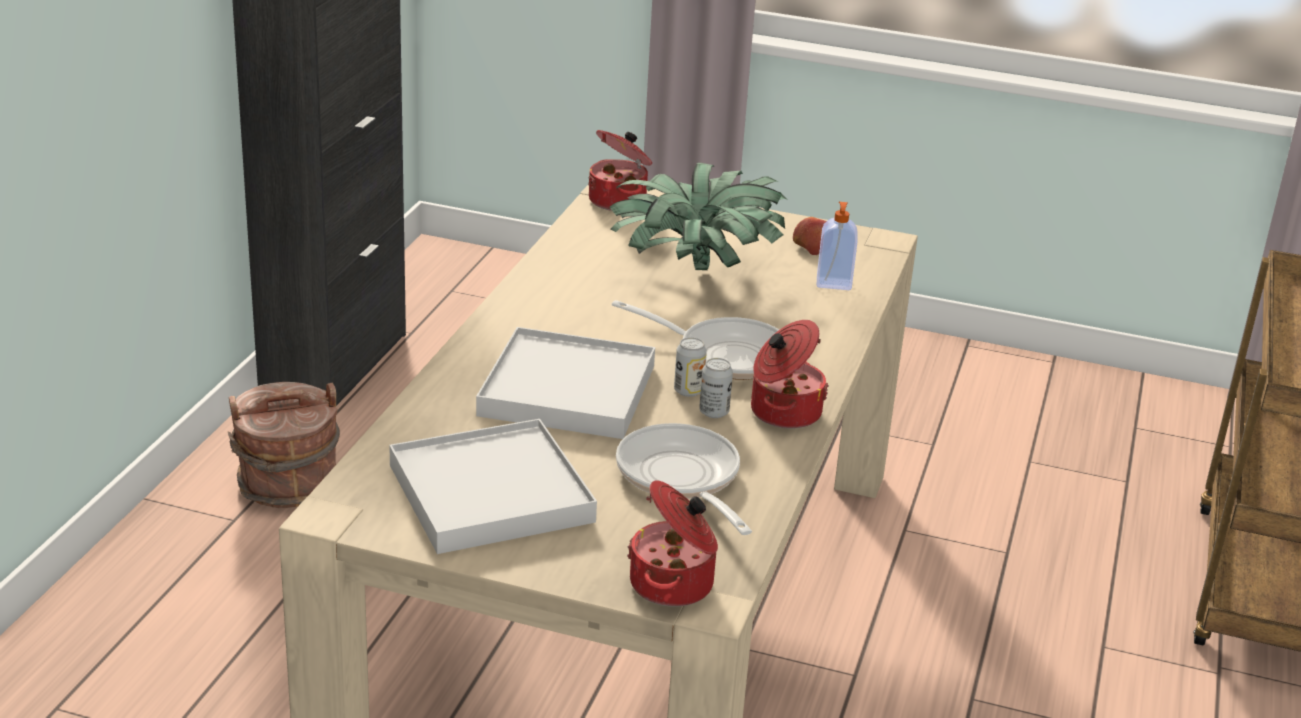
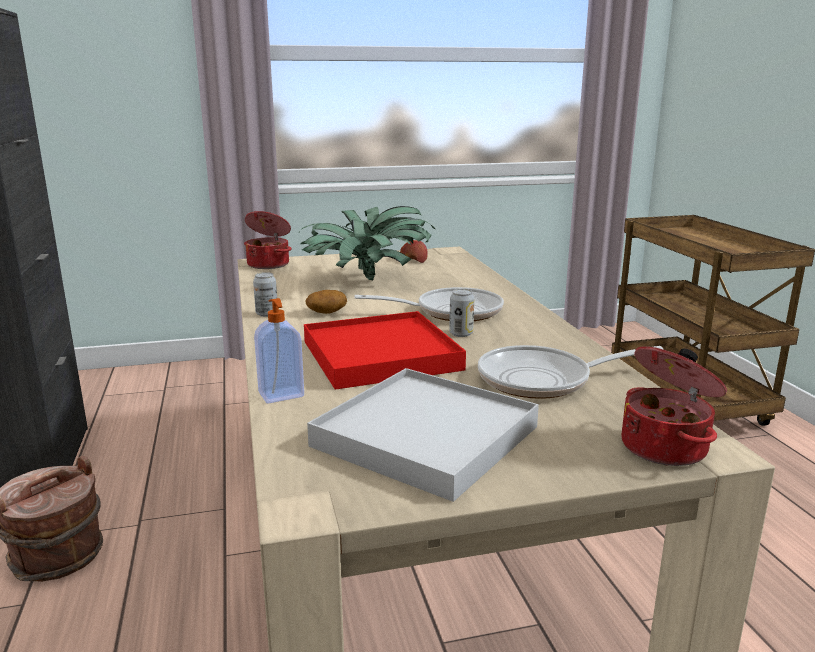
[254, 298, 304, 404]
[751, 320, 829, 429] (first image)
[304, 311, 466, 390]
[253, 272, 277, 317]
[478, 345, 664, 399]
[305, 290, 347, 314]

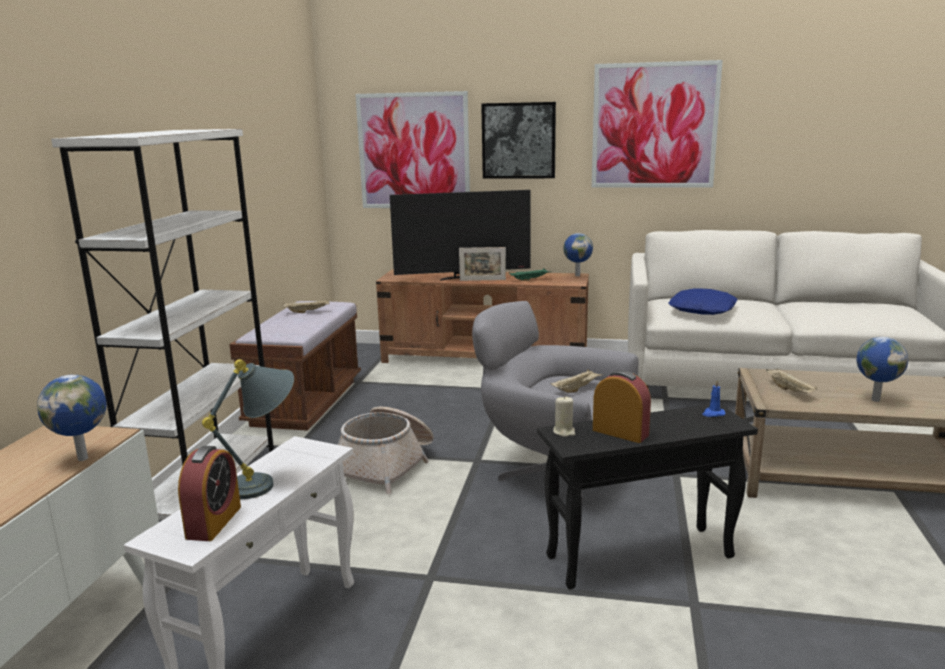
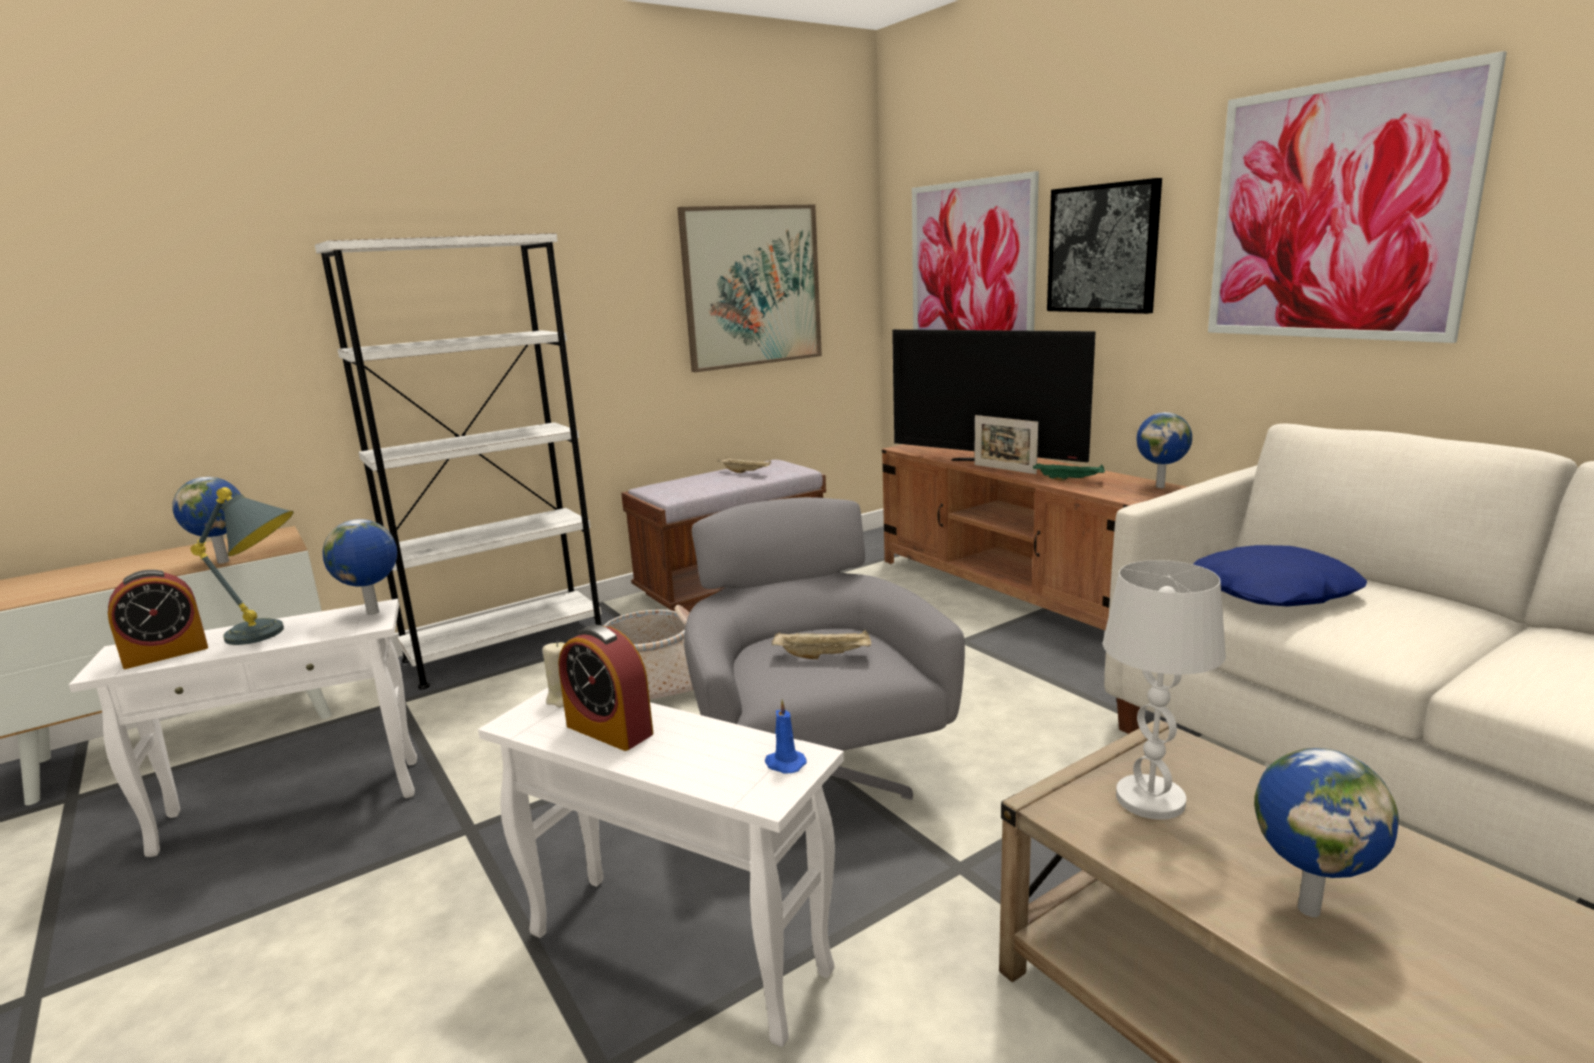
[1103, 560, 1226, 820]
[558, 625, 653, 751]
[478, 688, 844, 1047]
[677, 205, 822, 372]
[322, 519, 397, 615]

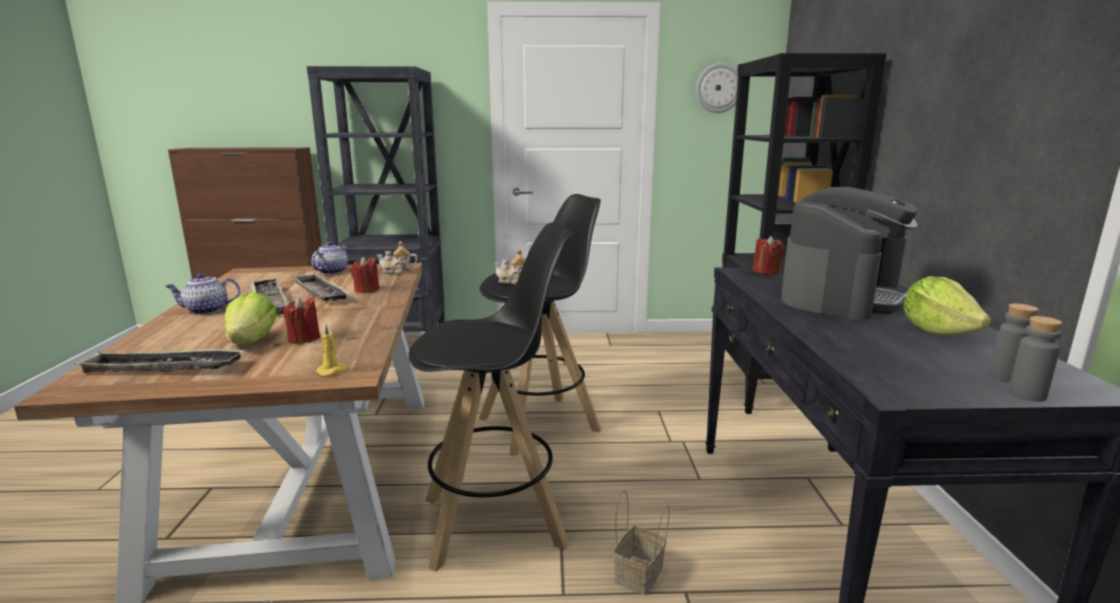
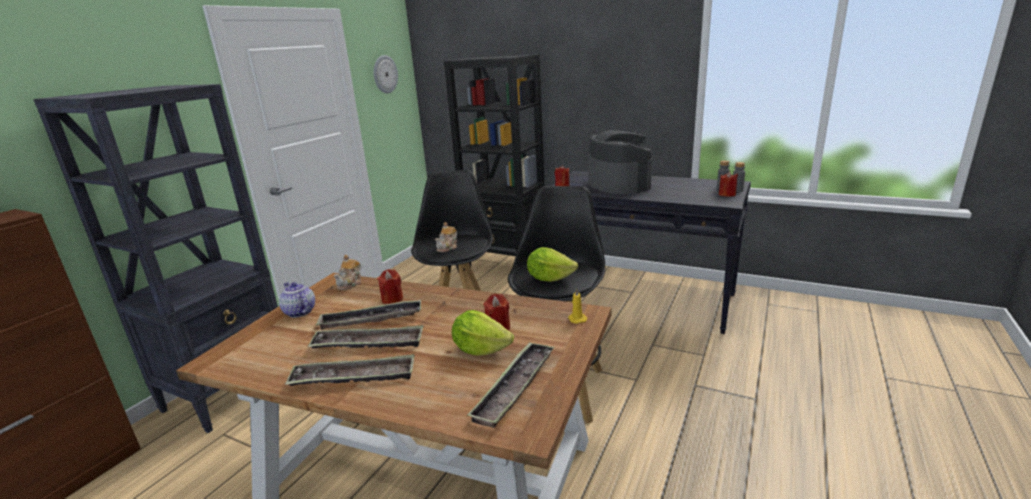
[285, 354, 414, 386]
[527, 247, 578, 282]
[613, 490, 669, 595] (first image)
[719, 172, 738, 197]

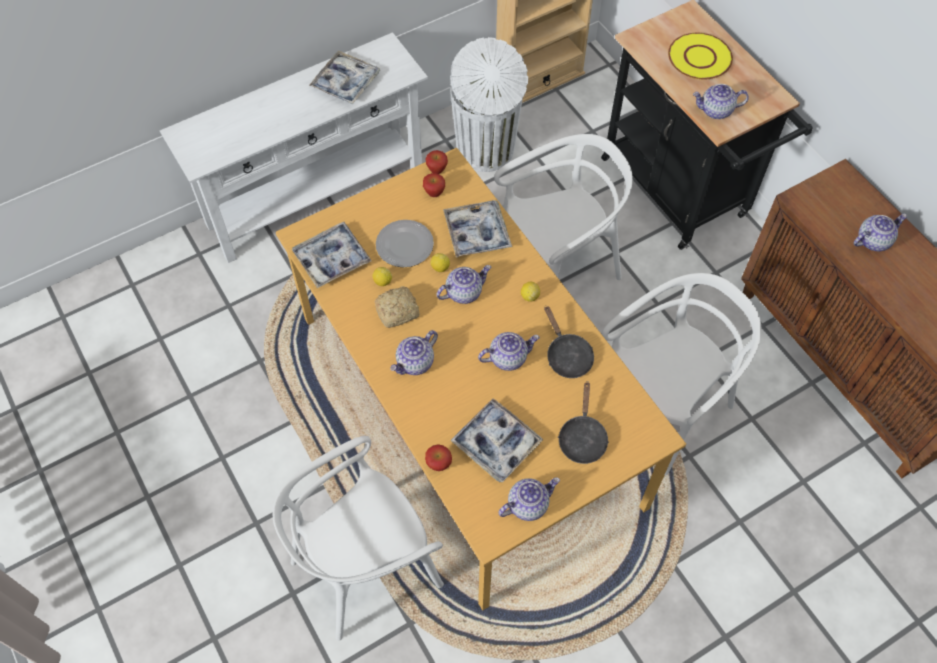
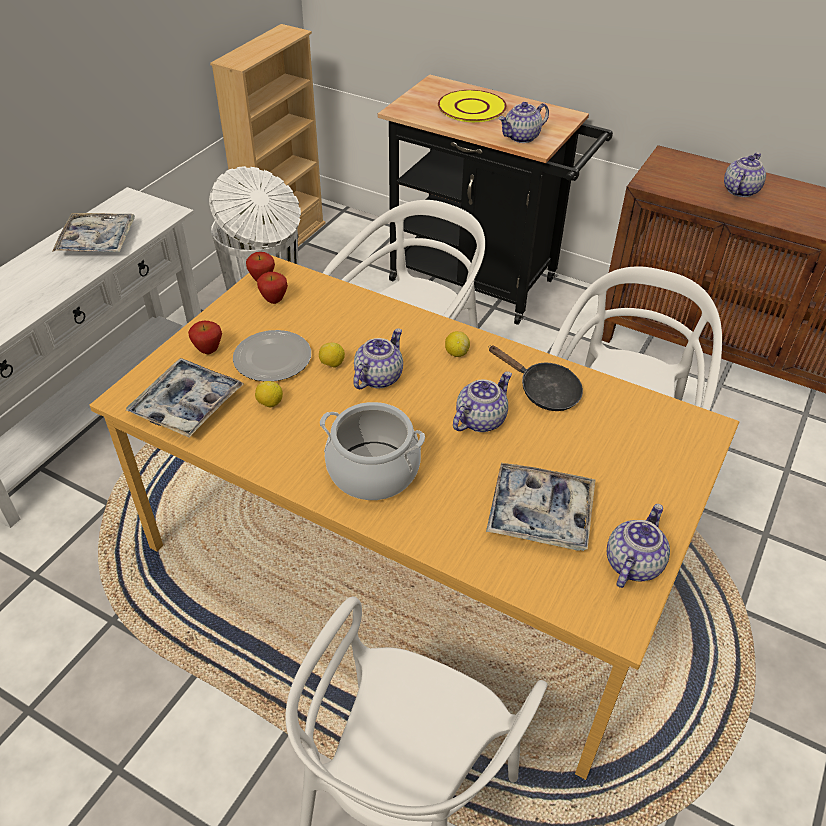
[443, 200, 512, 257] (first image)
[375, 286, 420, 328] (first image)
[320, 402, 425, 500]
[558, 381, 609, 464] (first image)
[188, 321, 222, 354]

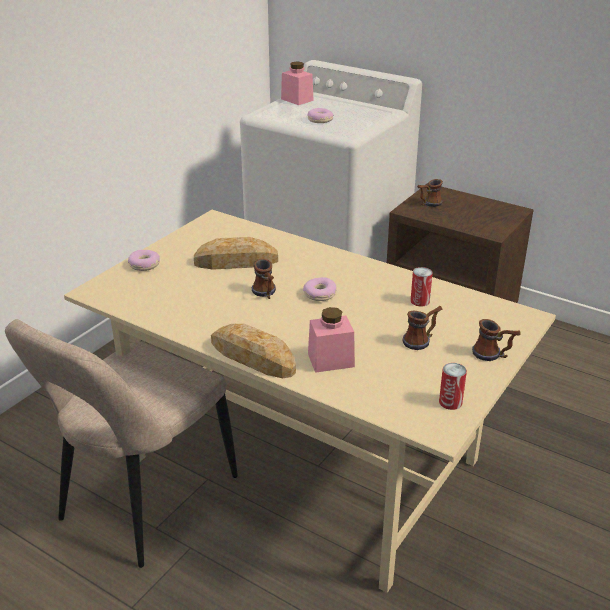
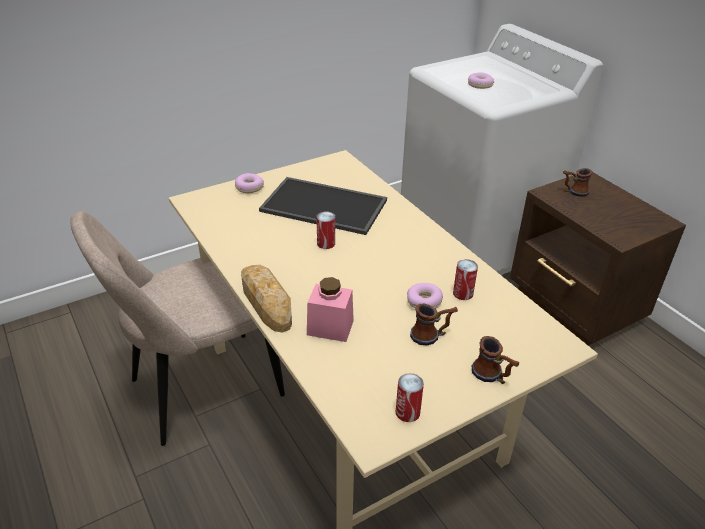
[281, 62, 314, 105] (first image)
[259, 177, 387, 235]
[316, 212, 335, 249]
[407, 283, 443, 309]

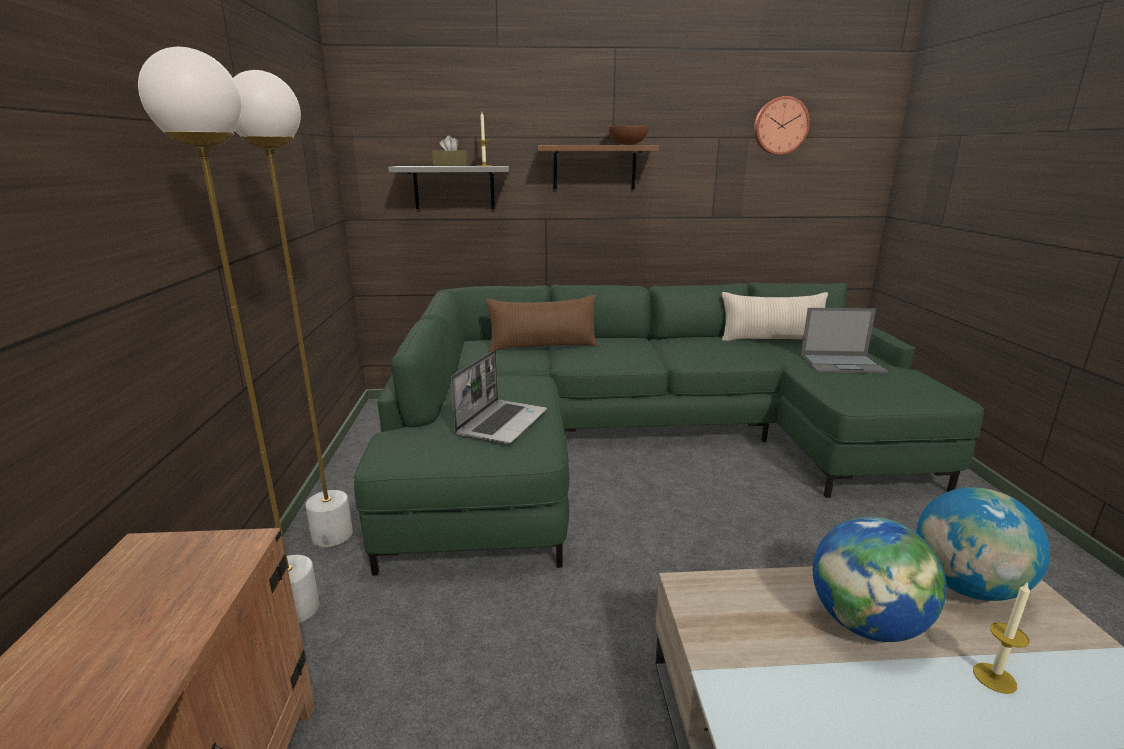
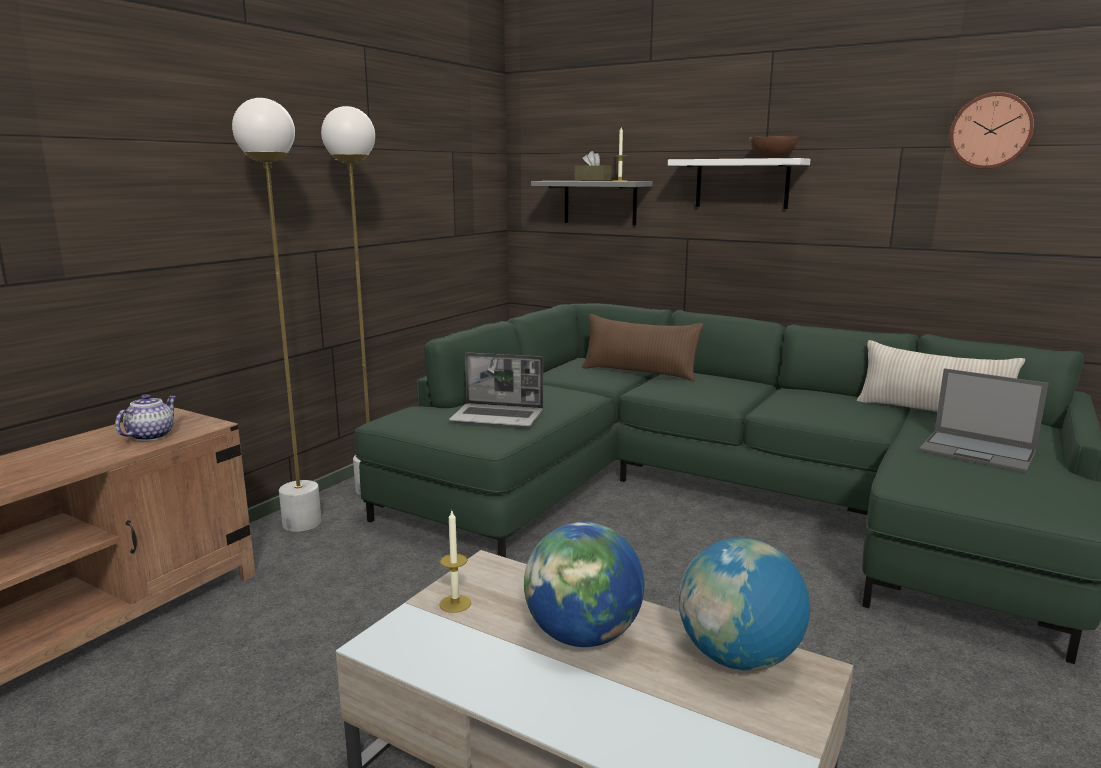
[668, 158, 811, 209]
[449, 353, 543, 427]
[439, 511, 471, 613]
[115, 394, 177, 441]

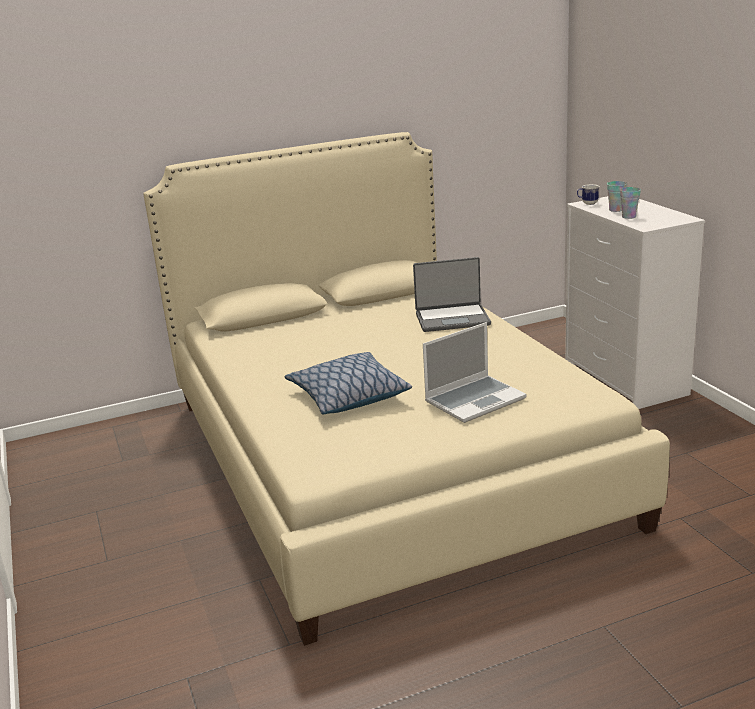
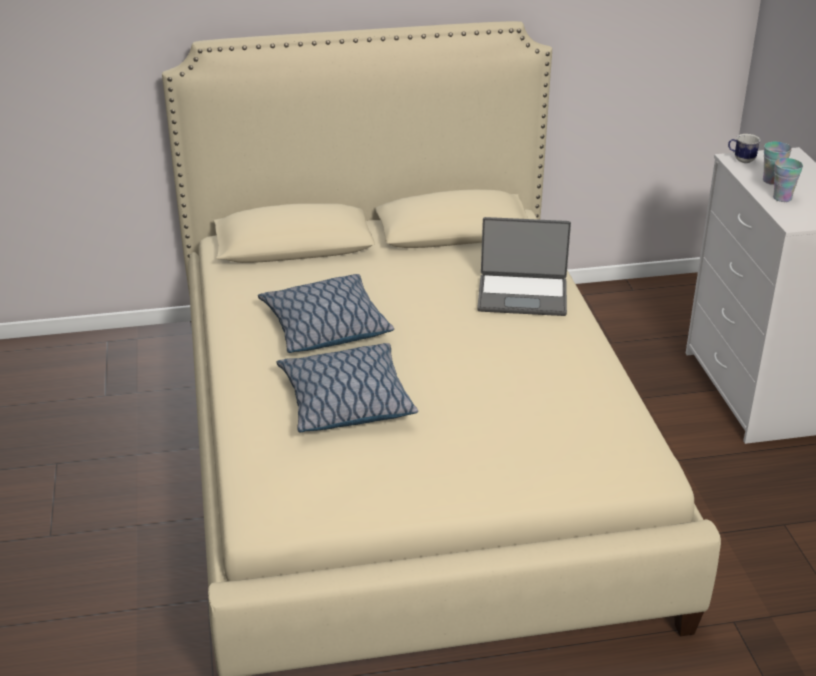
[423, 322, 527, 423] (first image)
[258, 274, 394, 353]

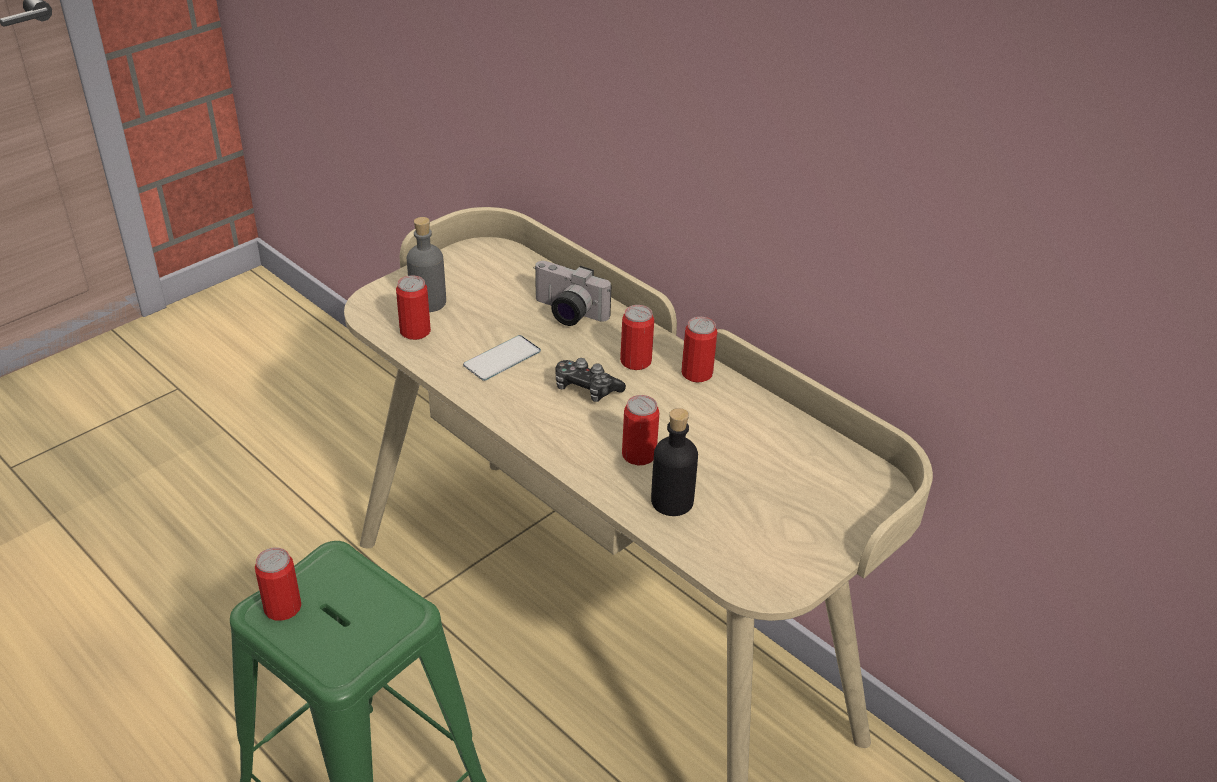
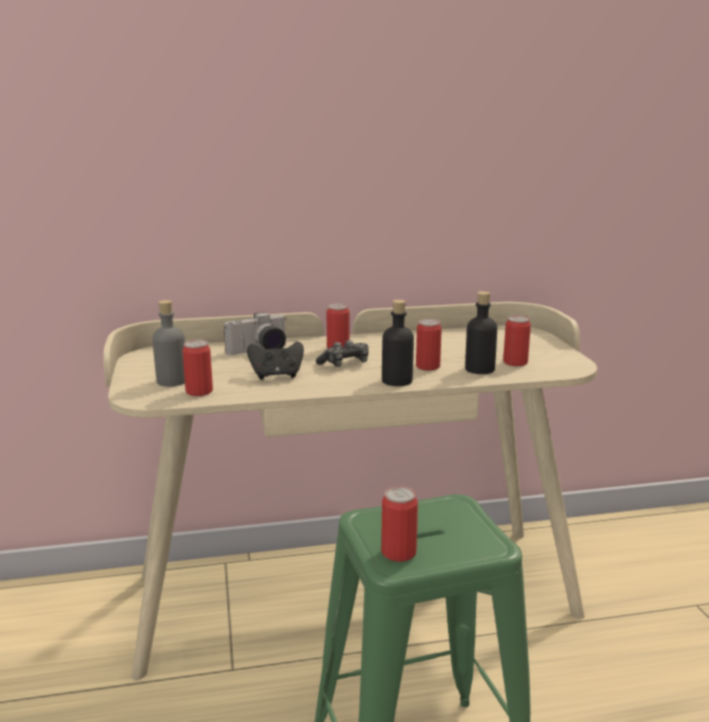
[503, 316, 531, 366]
[247, 342, 304, 380]
[382, 300, 414, 386]

